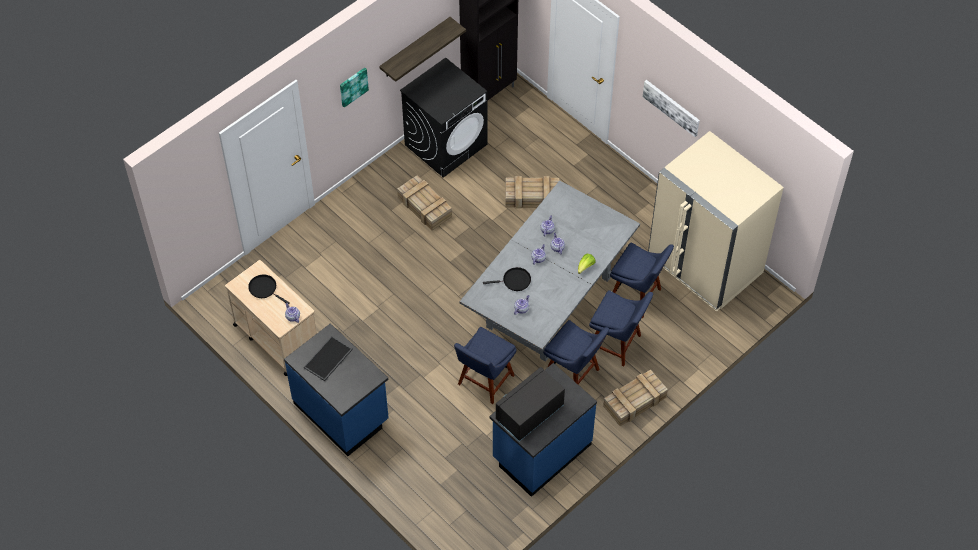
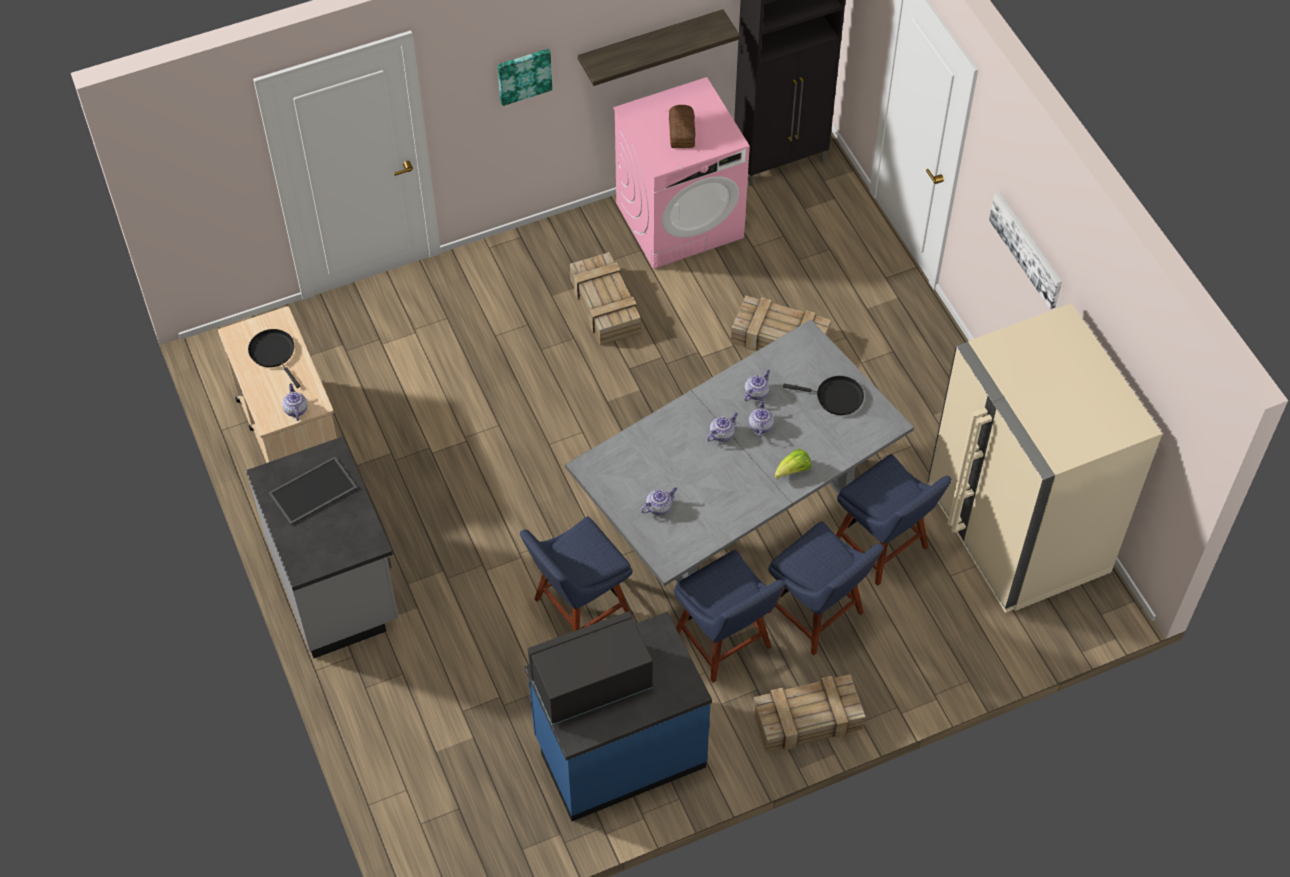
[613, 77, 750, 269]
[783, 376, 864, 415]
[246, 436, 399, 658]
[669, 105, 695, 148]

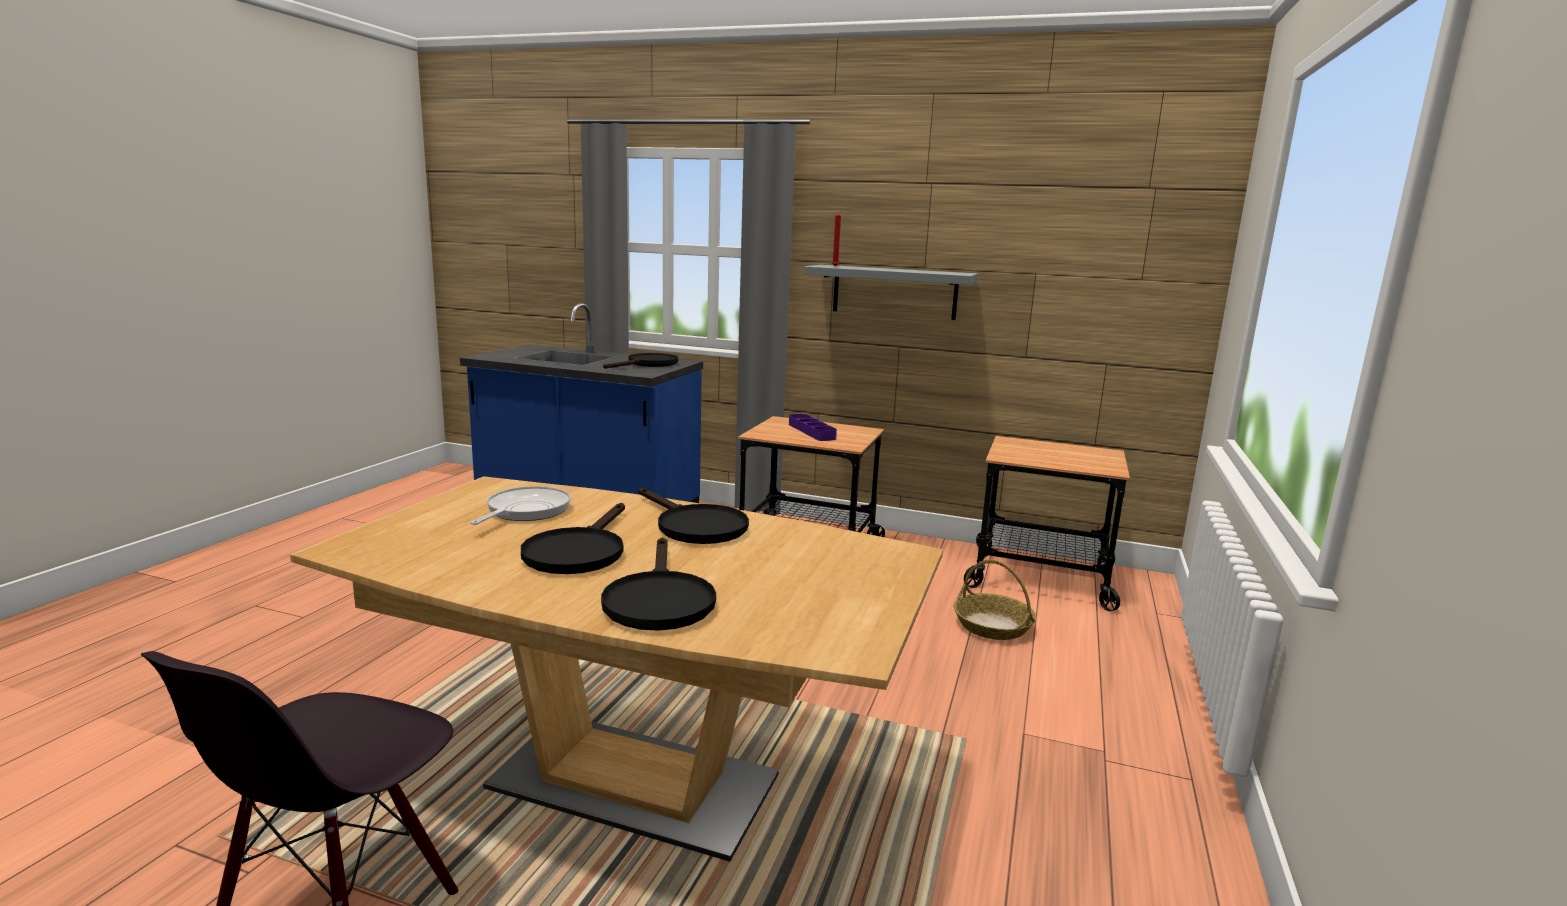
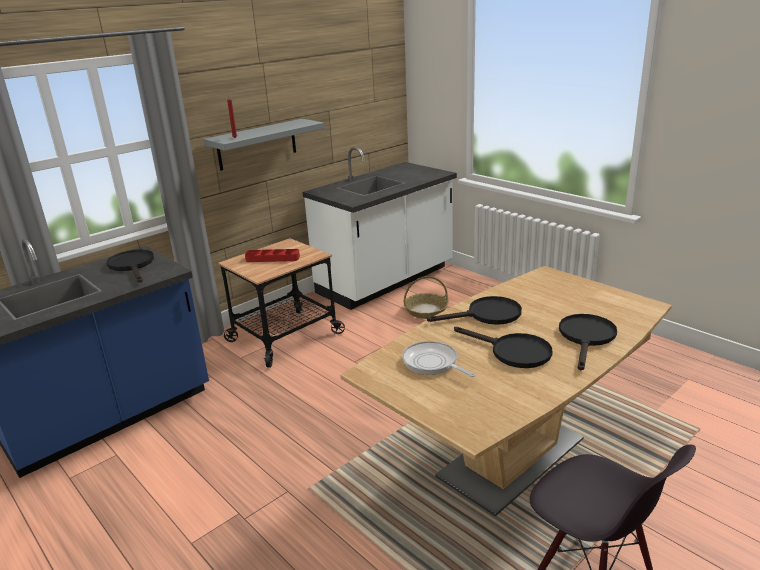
[245, 249, 300, 262]
[303, 147, 457, 310]
[559, 314, 617, 370]

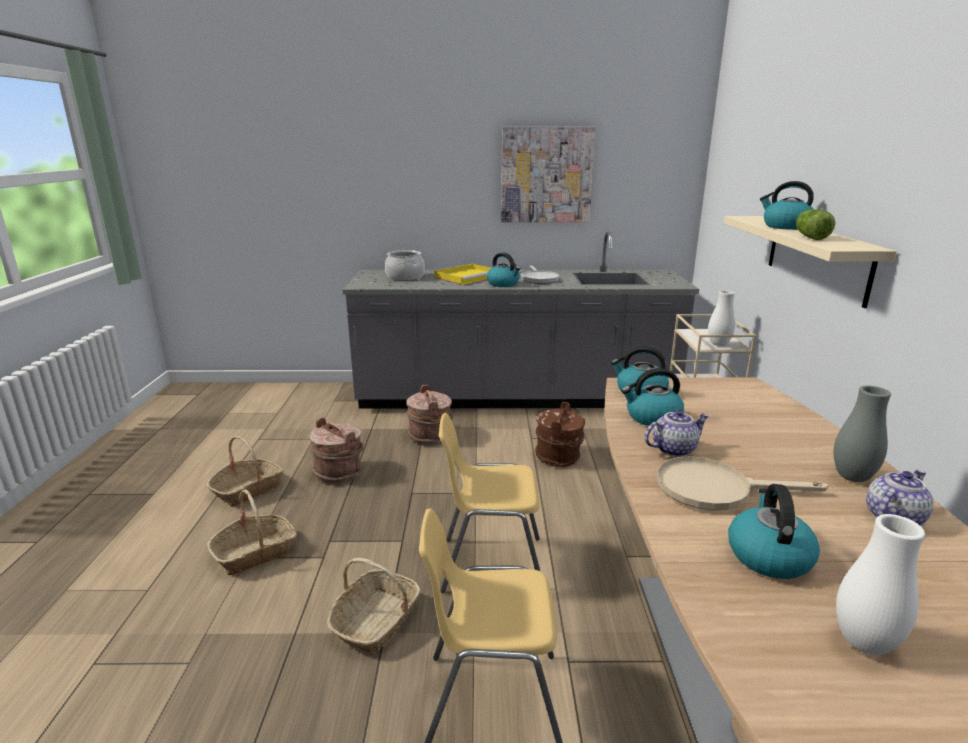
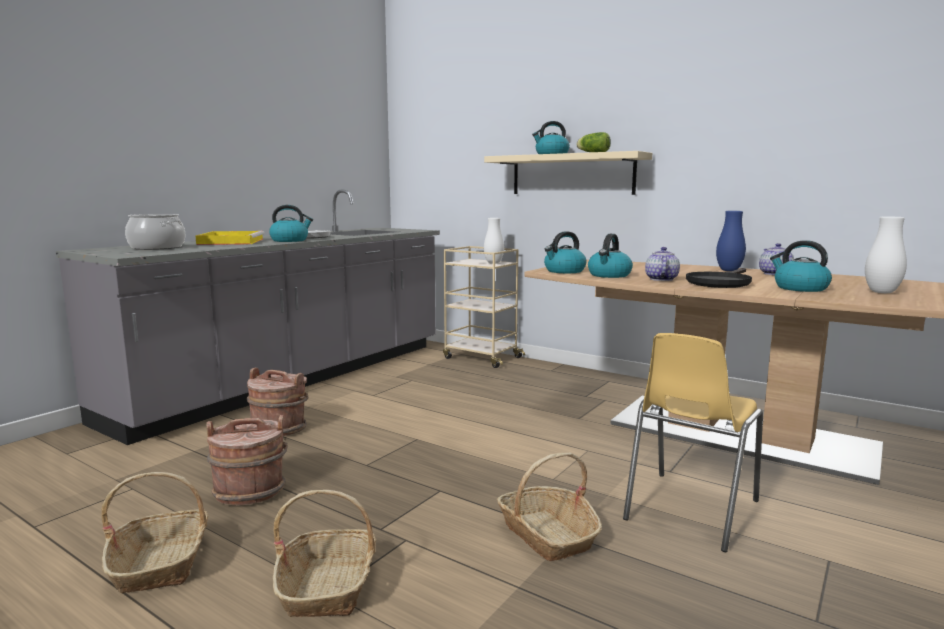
[501, 127, 596, 222] (first image)
[716, 211, 746, 271]
[535, 402, 585, 467] (first image)
[439, 413, 541, 593] (first image)
[686, 268, 752, 288]

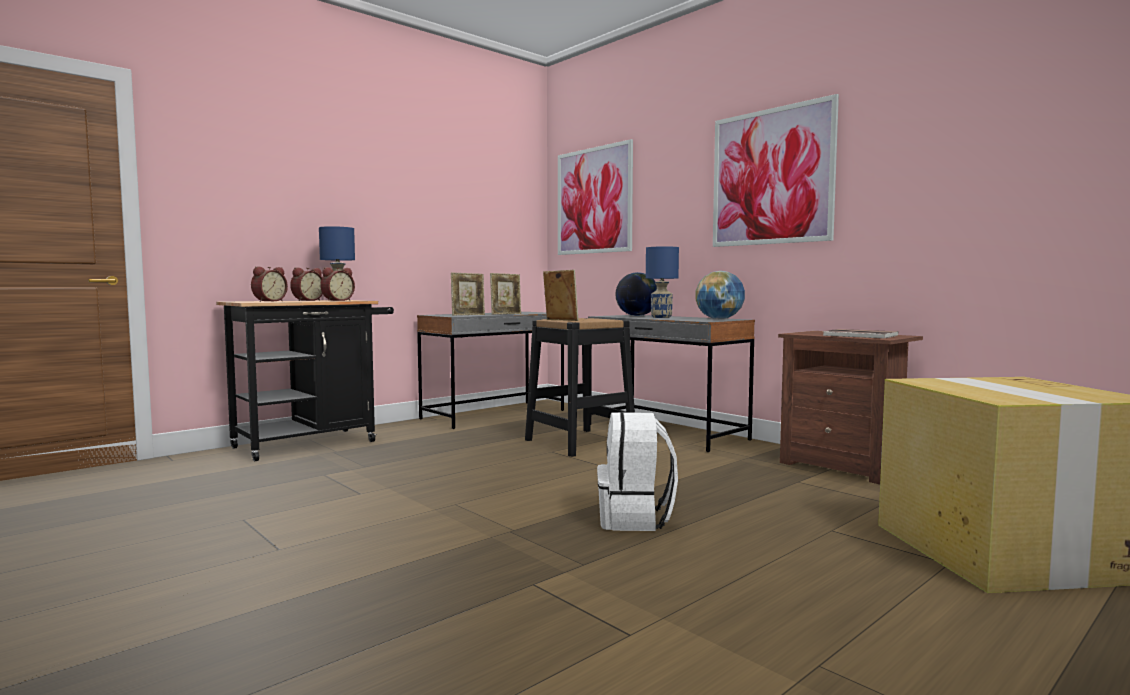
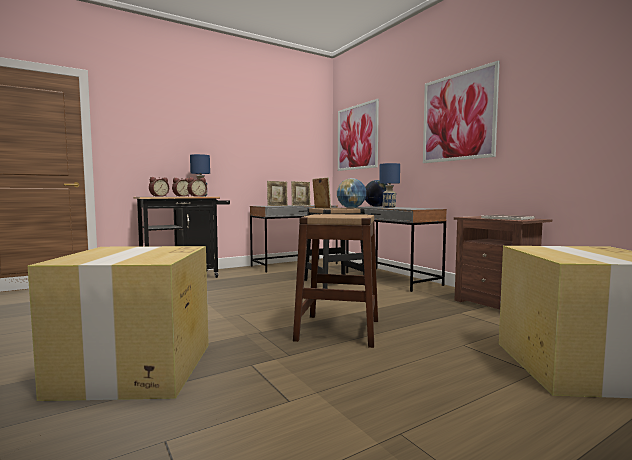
[337, 178, 366, 208]
[293, 214, 378, 348]
[28, 246, 209, 401]

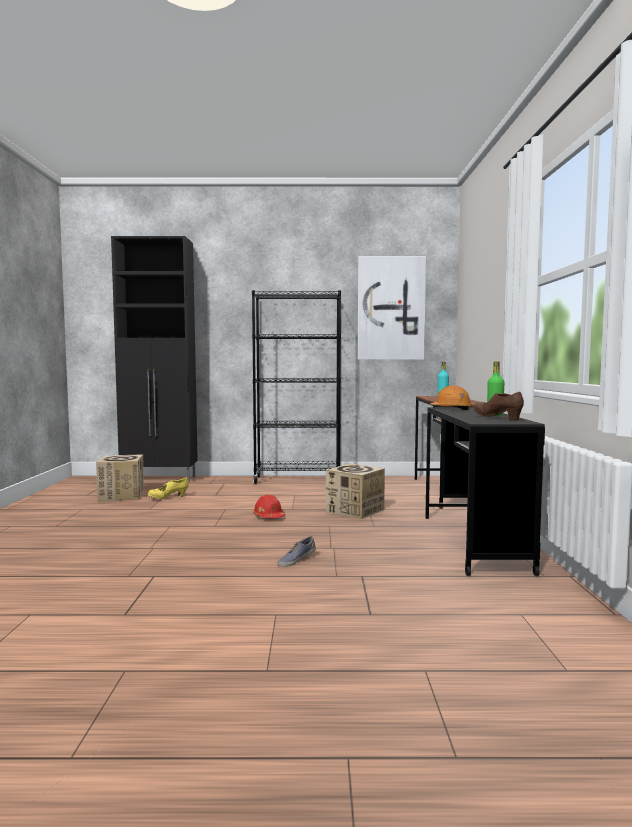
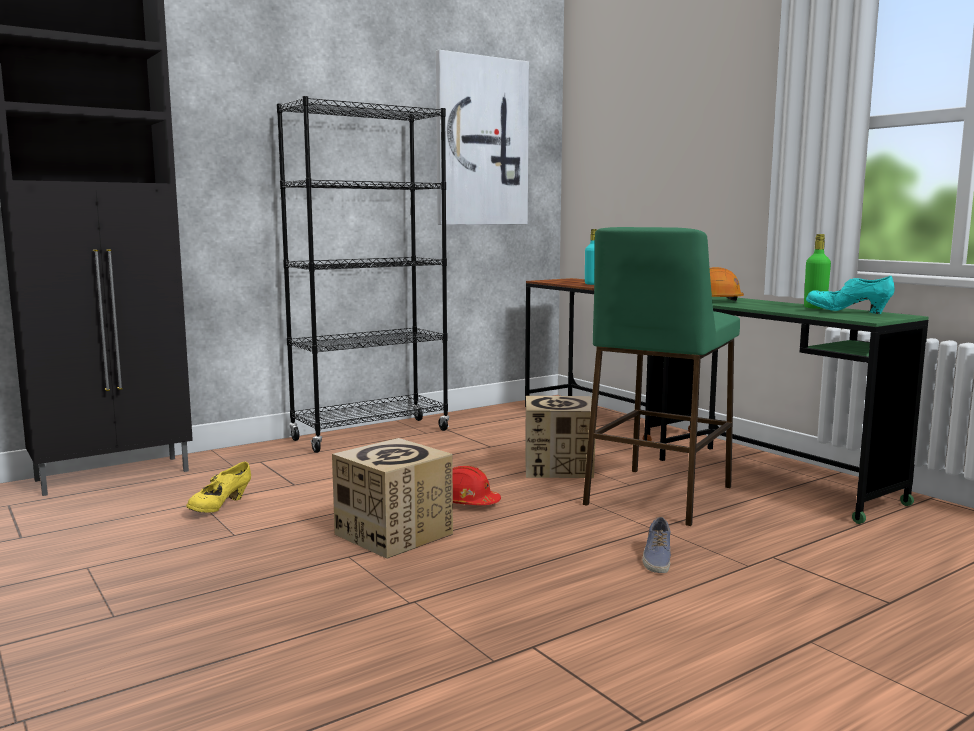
[806, 276, 895, 314]
[660, 297, 928, 524]
[332, 438, 453, 559]
[583, 227, 740, 526]

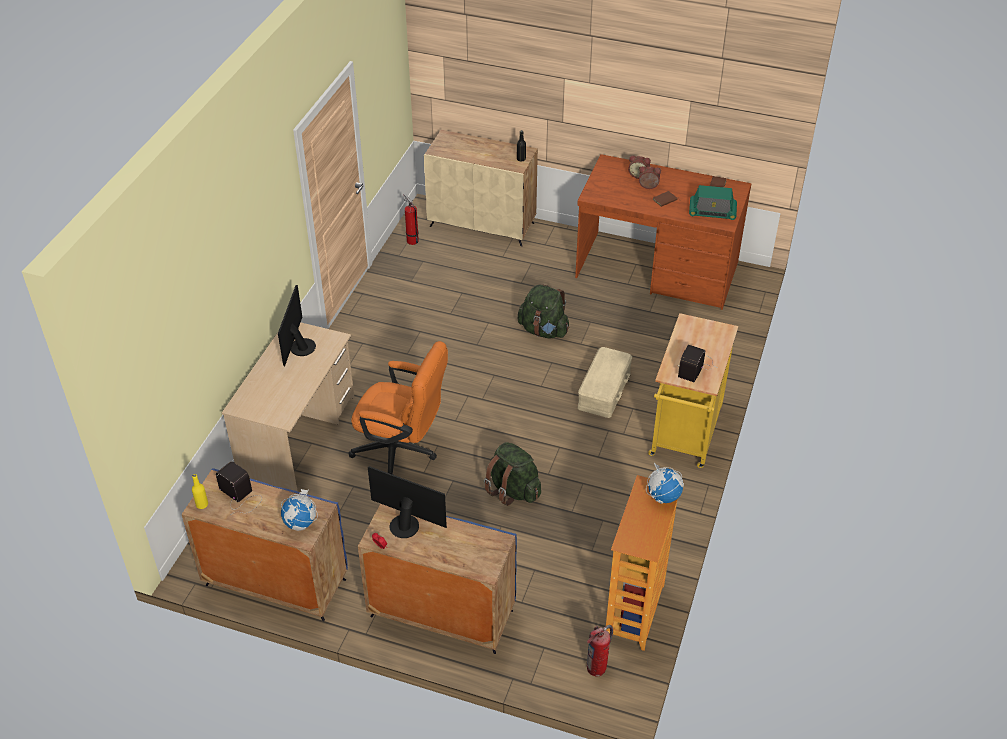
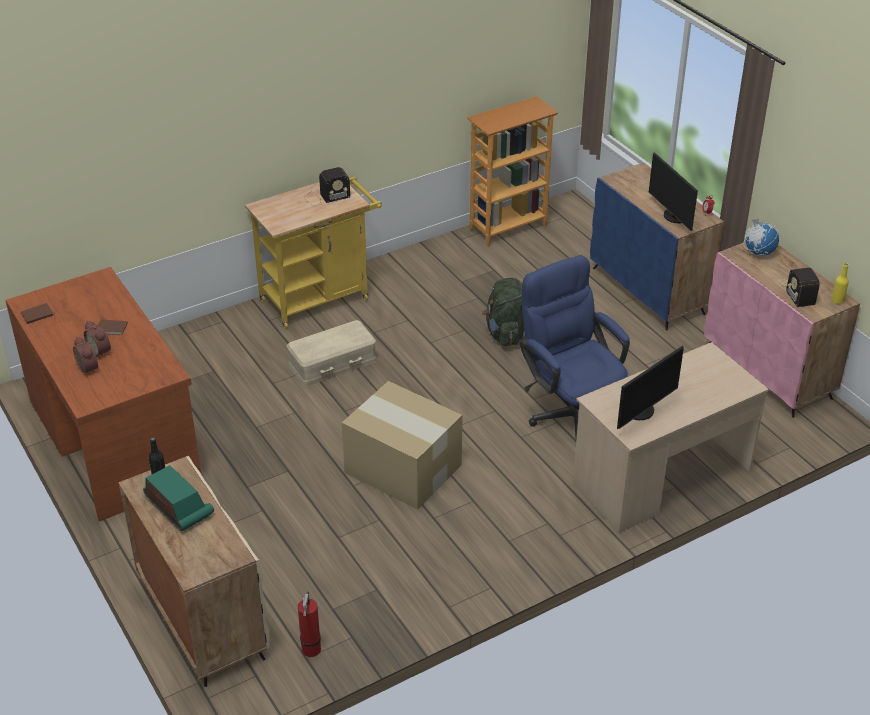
[143, 465, 214, 531]
[518, 285, 569, 338] (first image)
[519, 255, 630, 439]
[646, 463, 684, 504] (first image)
[704, 242, 860, 418]
[586, 625, 613, 676] (first image)
[342, 381, 462, 510]

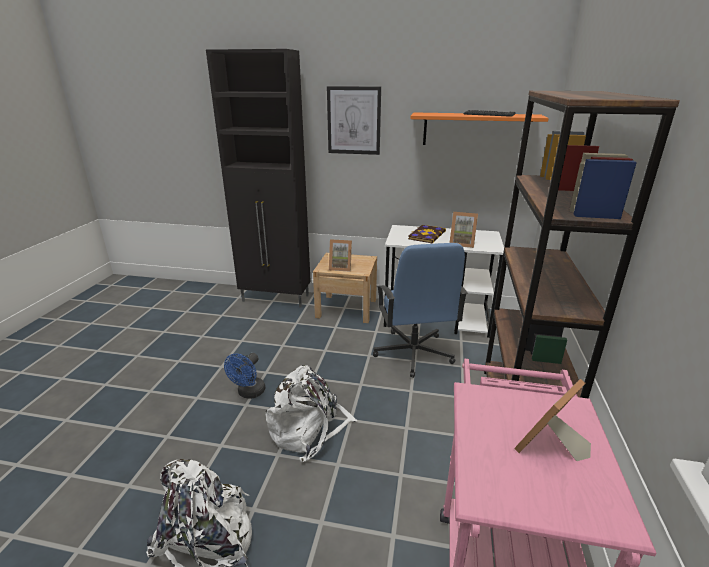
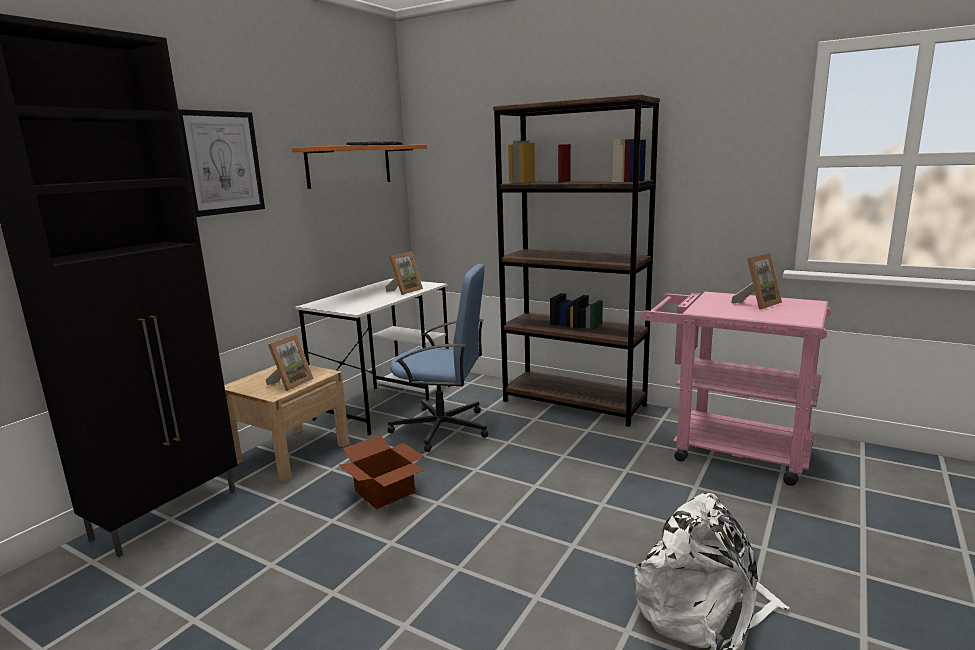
[408, 225, 446, 243] (first image)
[224, 353, 265, 399] (first image)
[266, 365, 357, 462] (first image)
[731, 253, 782, 309]
[339, 435, 425, 509]

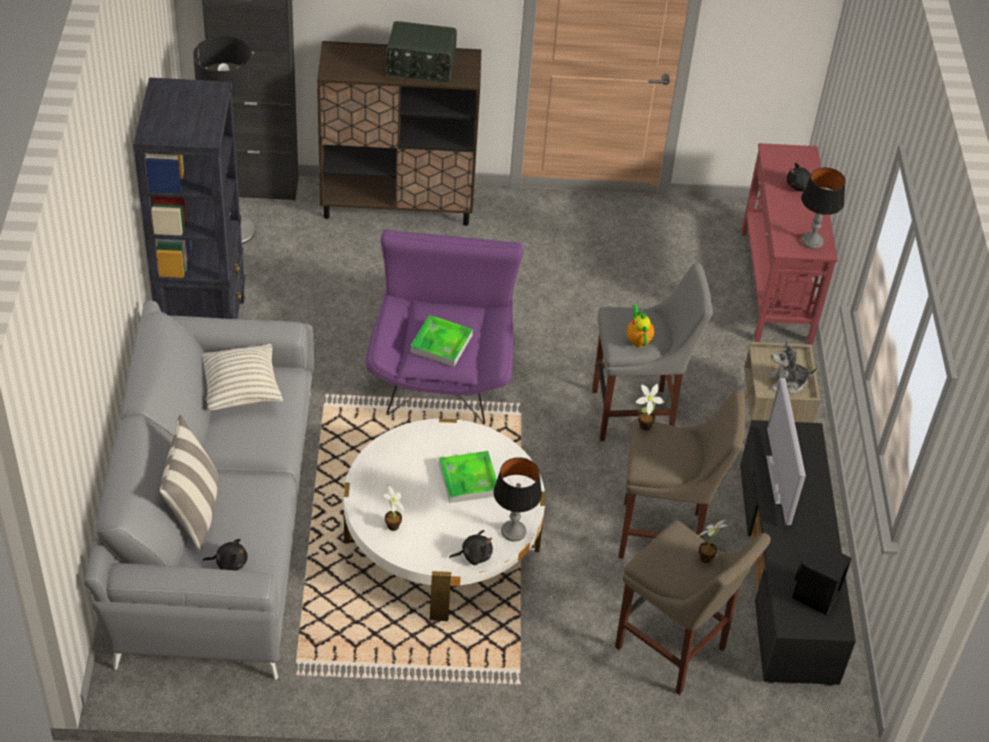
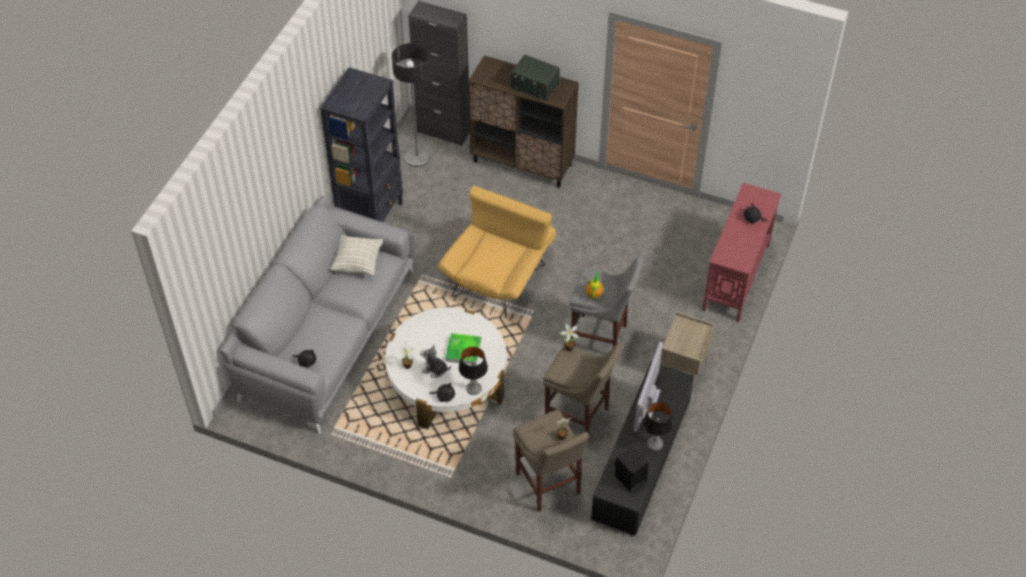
[643, 402, 673, 451]
[438, 186, 556, 318]
[410, 315, 473, 367] (first image)
[420, 344, 451, 378]
[160, 415, 219, 552] (first image)

